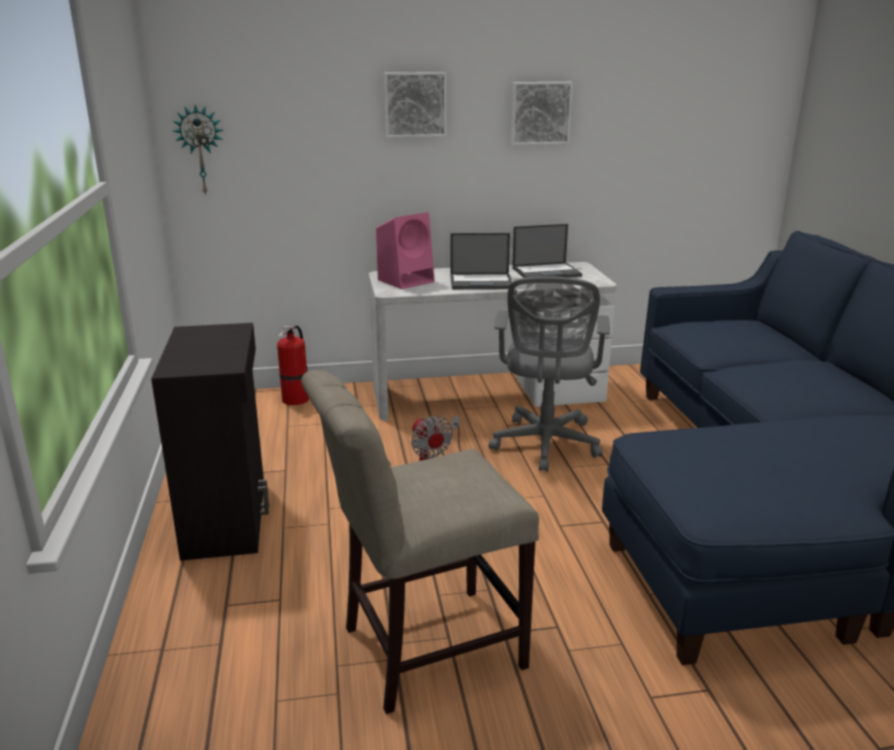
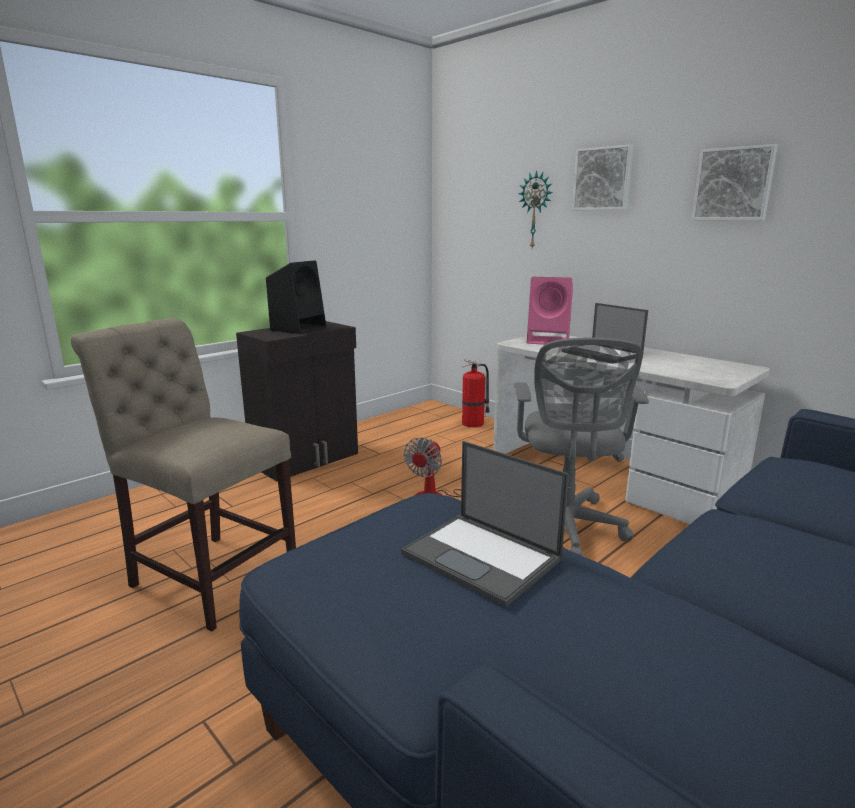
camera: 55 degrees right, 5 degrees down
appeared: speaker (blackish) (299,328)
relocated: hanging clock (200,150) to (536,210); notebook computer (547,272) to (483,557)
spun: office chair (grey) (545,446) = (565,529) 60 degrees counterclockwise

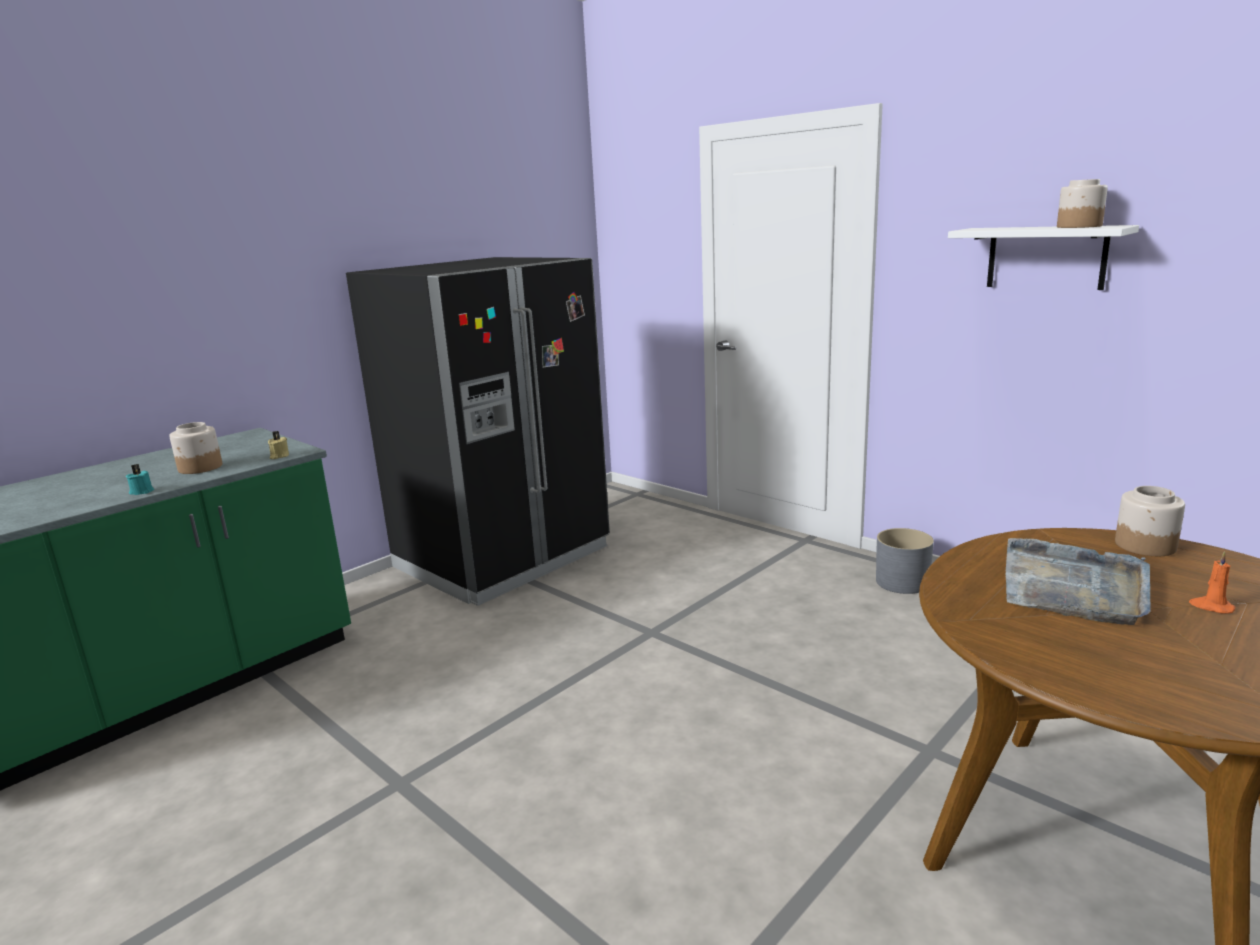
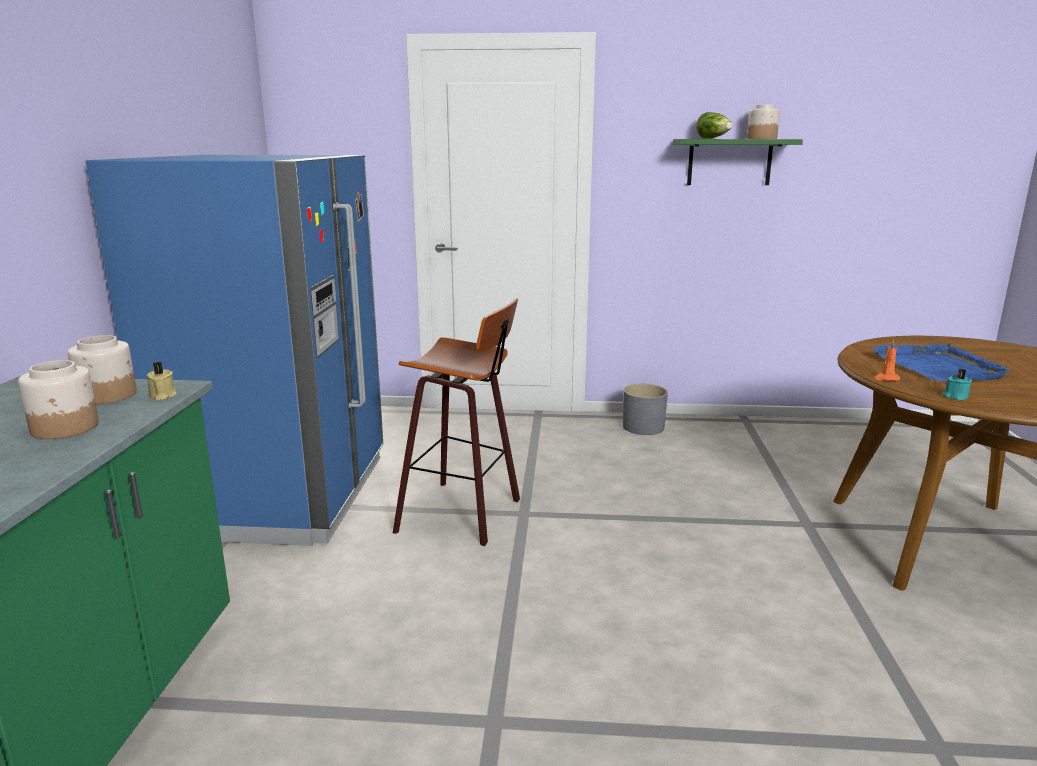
camera: 40 degrees left, 0 degrees up
appeared: lettuce (714,138); stool seat (464,514)
relocated: wax candle (blue-green) (142,491) to (955,396); storage jar (1146,545) to (108,395); wax candle (orange) (1211,606) to (885,378)
colour: shelf (whitish) (1046,257) to shelf (green) (729,162); refrigerator (blackish) (503,558) to refrigerator (bluish) (282,495); carrying tray (grey) (1073,586) to carrying tray (bluish) (938,367)

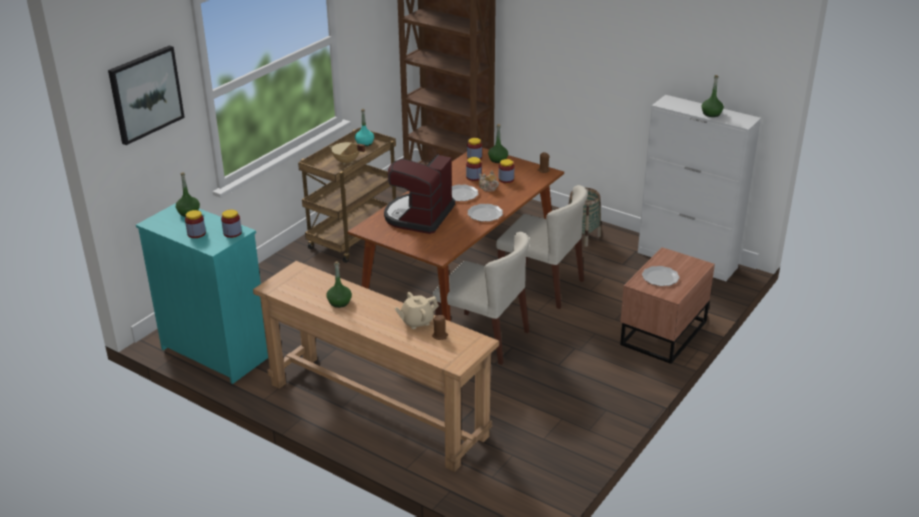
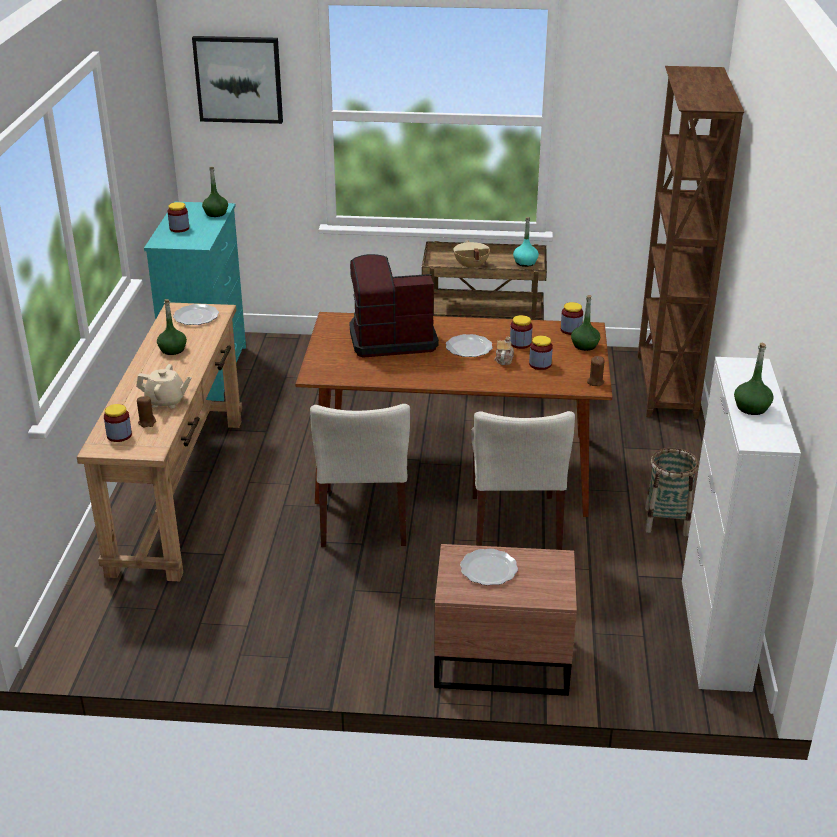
camera: 60 degrees right, 0 degrees up
relocated: dinner plate (485,214) to (195,317); storage jar (232,233) to (119,435)
spun: tea pot (sand-coloured) (416,321) = (166,401) 150 degrees clockwise

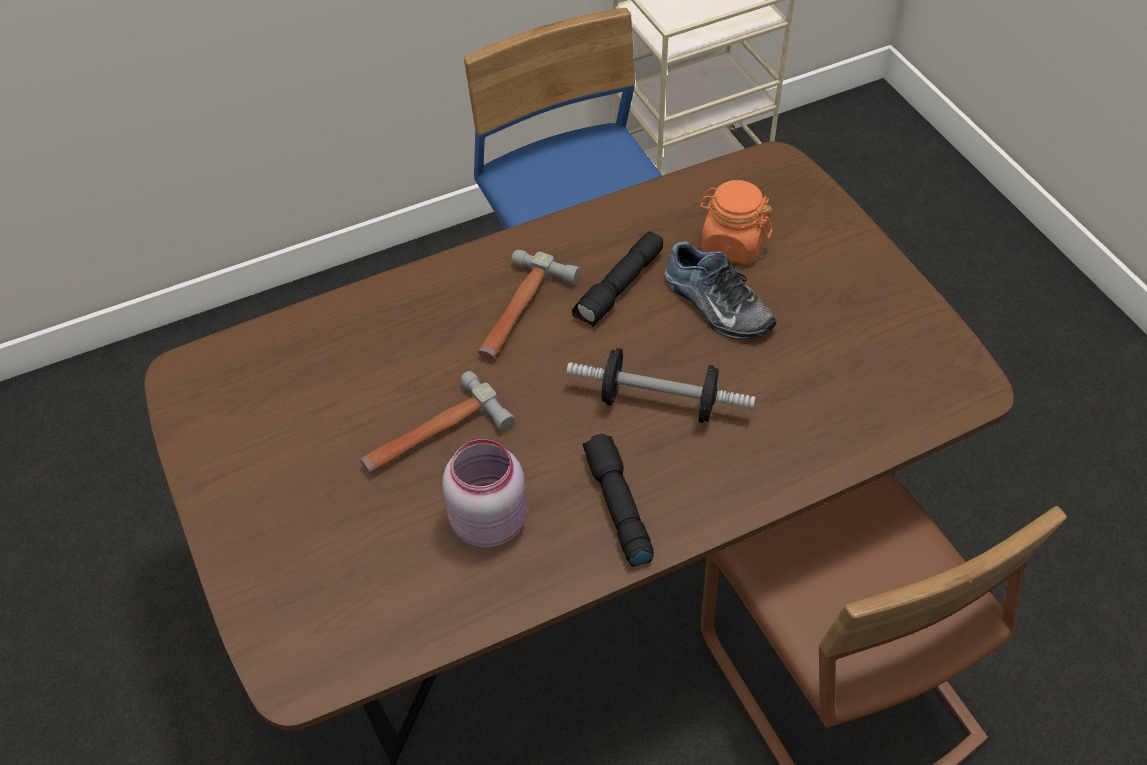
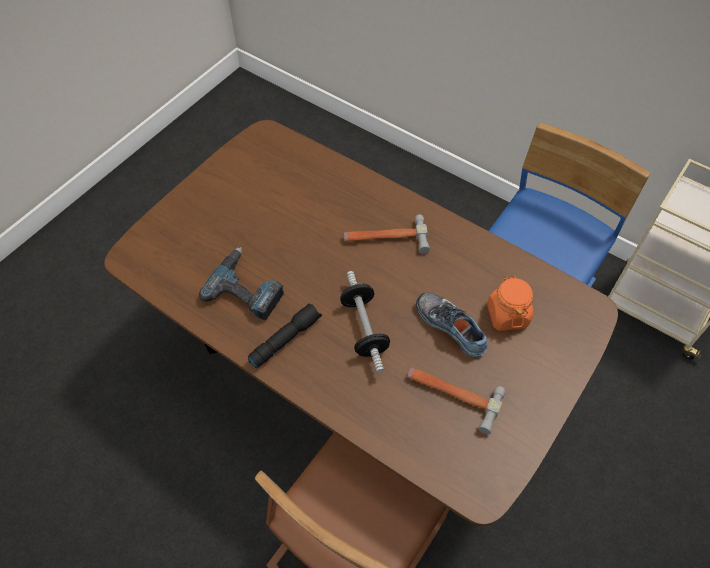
camera: 60 degrees right, 5 degrees up
missing: torch (blackish) (620,288)
relocated: tool hammer (432,436) to (452,394)
exchanged: storage jar (pinkish) (489,520) to electric drill (247,288)
spun: shoe (715,306) = (452,326) 120 degrees clockwise

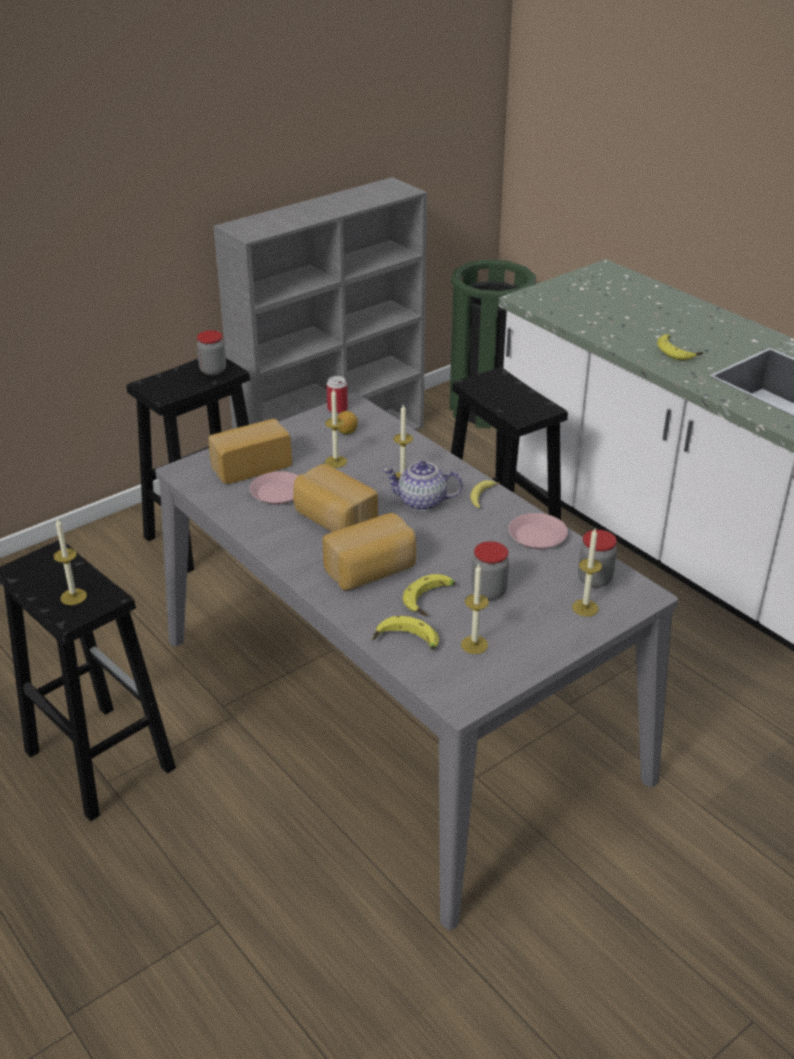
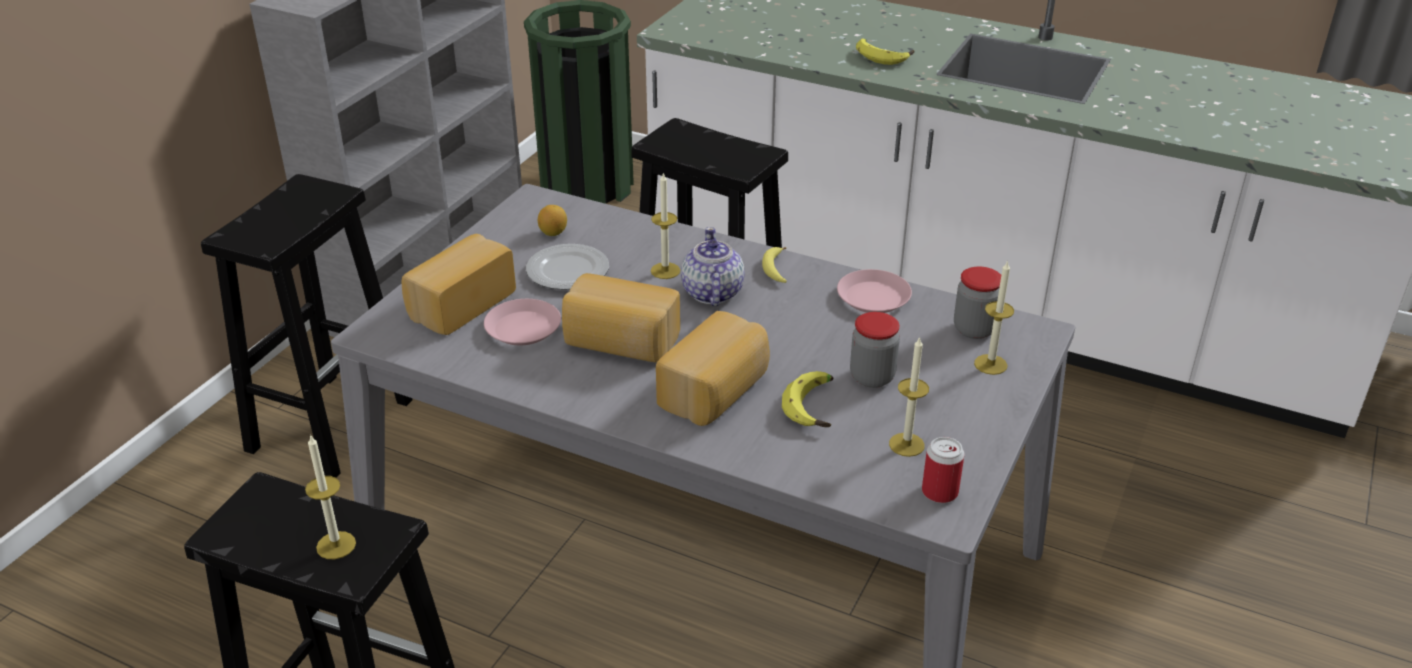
camera: 25 degrees left, 0 degrees up
missing: storage jar (213,370); banana (406,642)
relocated: sealed can (337,409) to (939,492)
exchanged: wax candle (336,461) to dinner plate (567,272)
spun: tea pot (422,502) = (711,293) 105 degrees clockwise

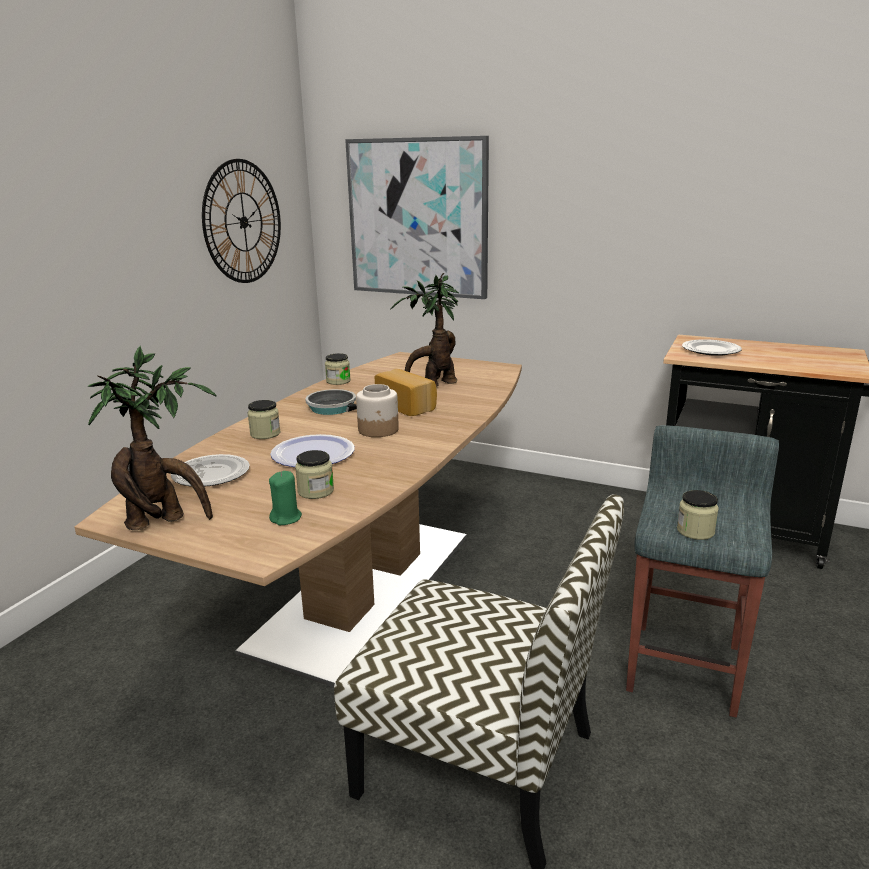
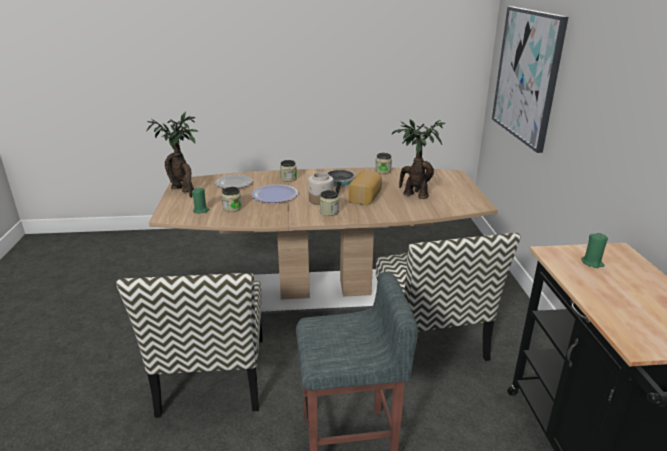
camera: 60 degrees right, 5 degrees up
missing: hanging clock (243,222)
appeared: plain chair (430,336)
relocated: storage jar (695,531) to (329,212)
exchanged: dinner plate (710,350) to wax candle (green) (592,263)

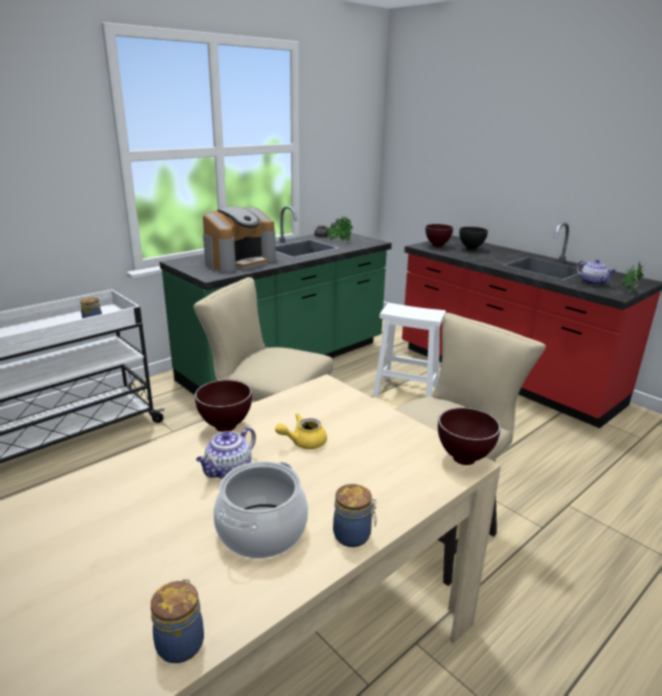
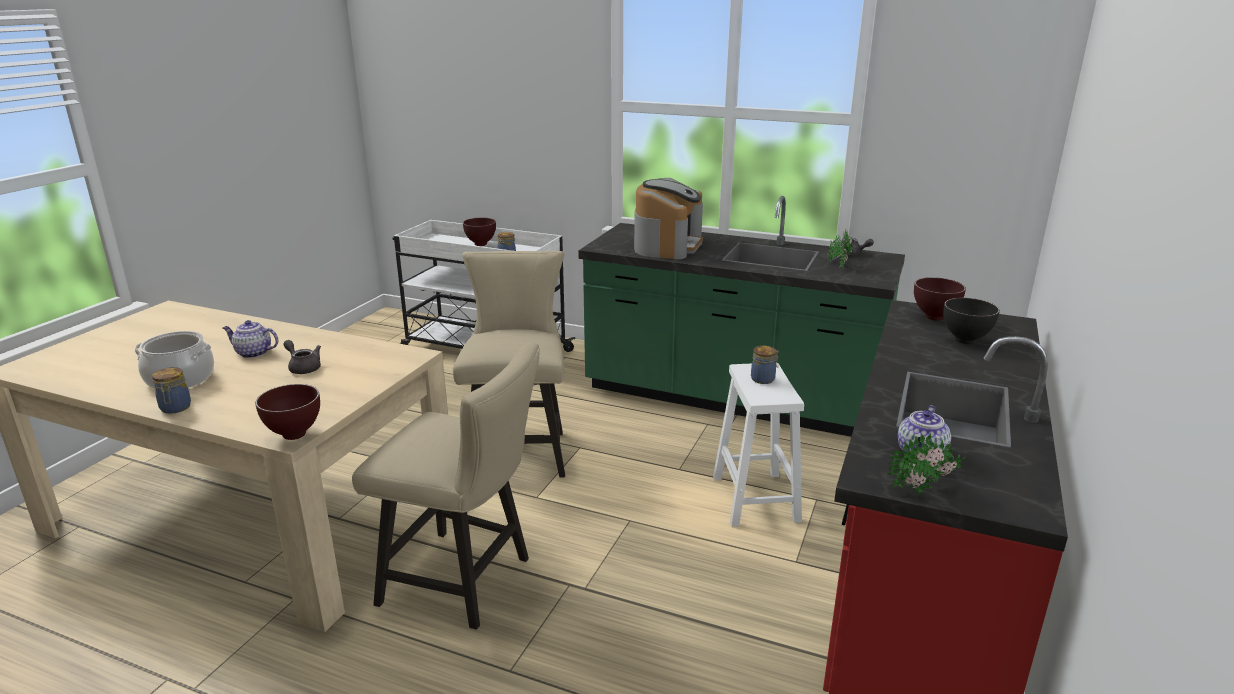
camera: 65 degrees right, 0 degrees up
relocated: deep dish (brown-coloured) (226,427) to (481,245); storage jar (181,642) to (764,379)
colour: tea pot (yellow-coloured) (303,442) to tea pot (grey) (303,367)
spun: coffee brewer (239,261) = (667,245) 90 degrees counterclockwise

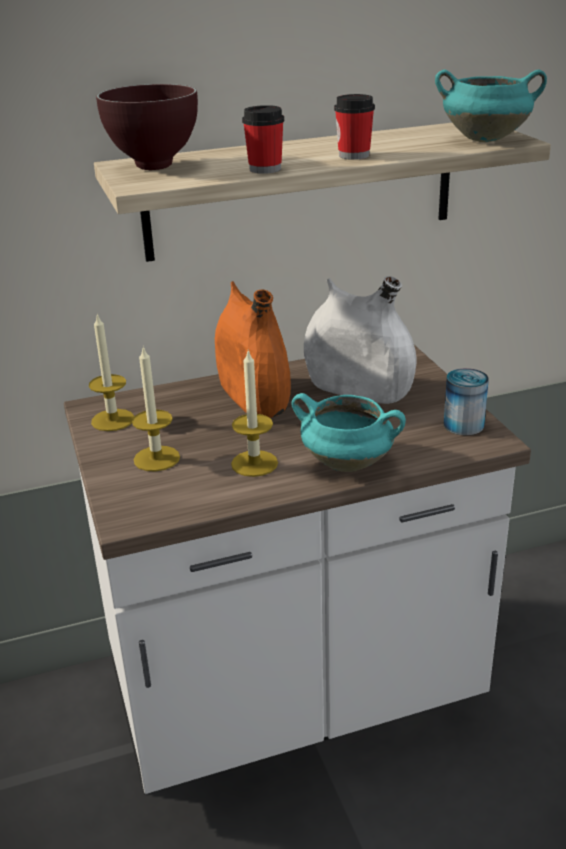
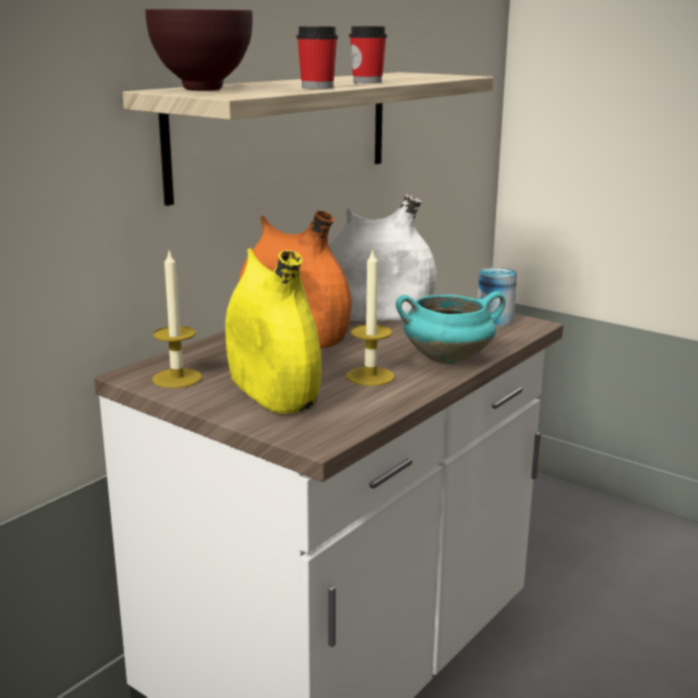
camera: 35 degrees left, 10 degrees down
missing: stockpot (blue-green) (486,139)
exchanged: wax candle (156,458) to flower vase (yellow-coloured) (272,393)

